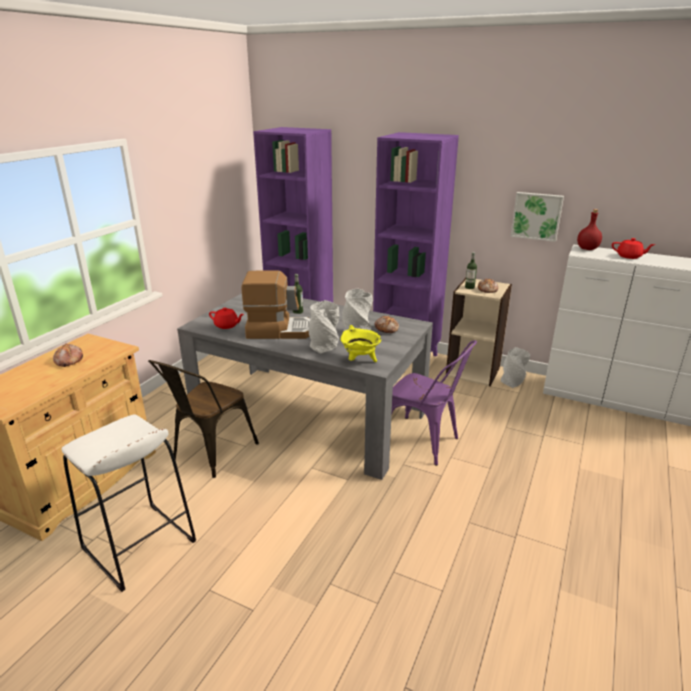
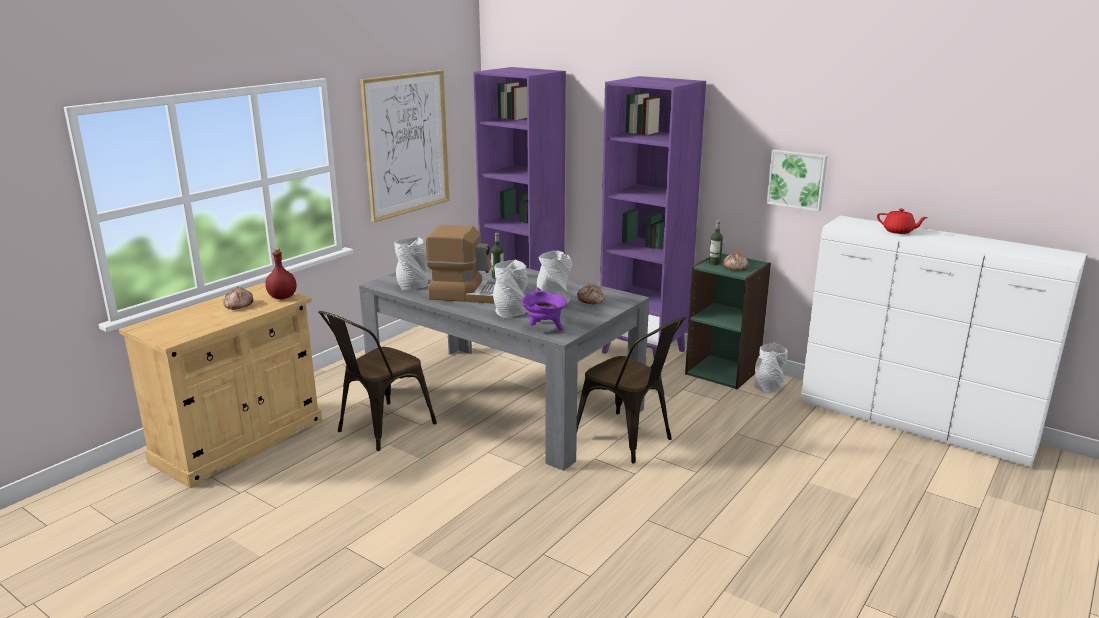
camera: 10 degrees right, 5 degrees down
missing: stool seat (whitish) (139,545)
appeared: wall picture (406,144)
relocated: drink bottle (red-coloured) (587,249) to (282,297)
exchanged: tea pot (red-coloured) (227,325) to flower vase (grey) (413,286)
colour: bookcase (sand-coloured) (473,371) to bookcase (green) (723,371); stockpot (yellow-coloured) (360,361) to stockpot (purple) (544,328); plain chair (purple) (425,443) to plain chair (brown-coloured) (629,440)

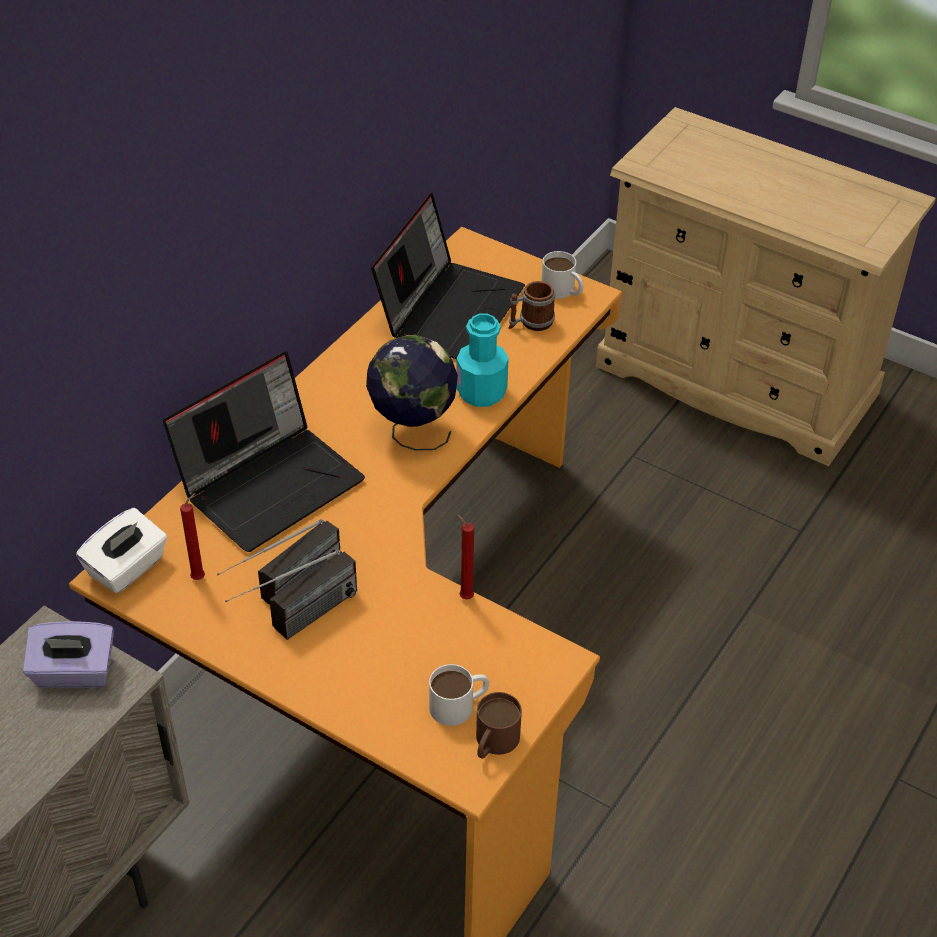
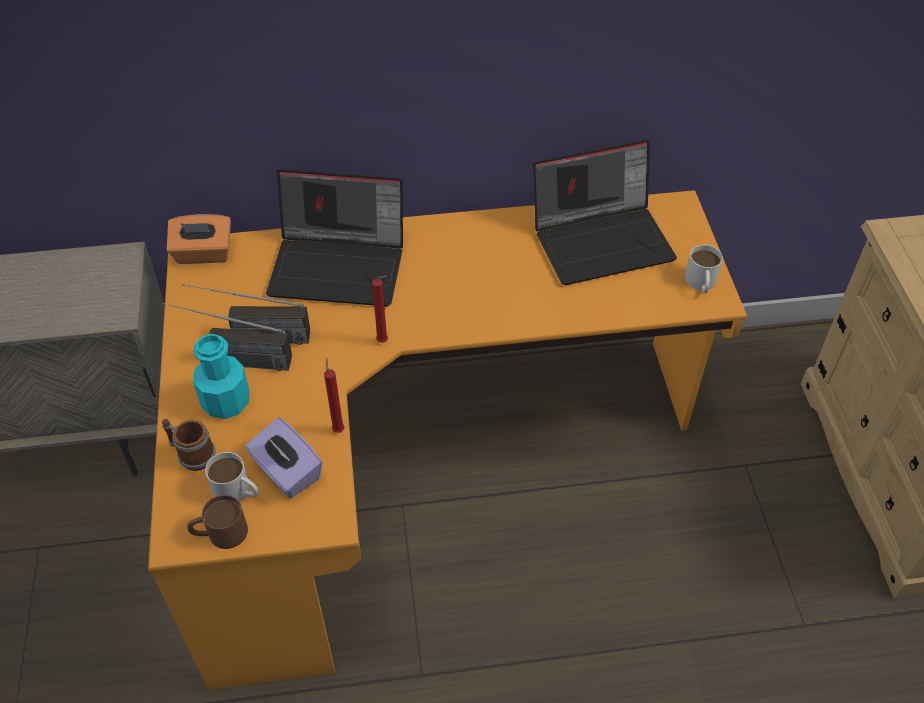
camera: 50 degrees right, 5 degrees up
missing: world globe (412,431)
relocated: tea mug (530,323) to (191,454); drink bottle (blue-green) (481,392) to (226,401); wax candle (red-coloured) (200,577) to (384,341); tissue holder (purple) (74,673) to (287,472)
colour: tissue holder (whitish) (127,568) to tissue holder (orange) (203,254)

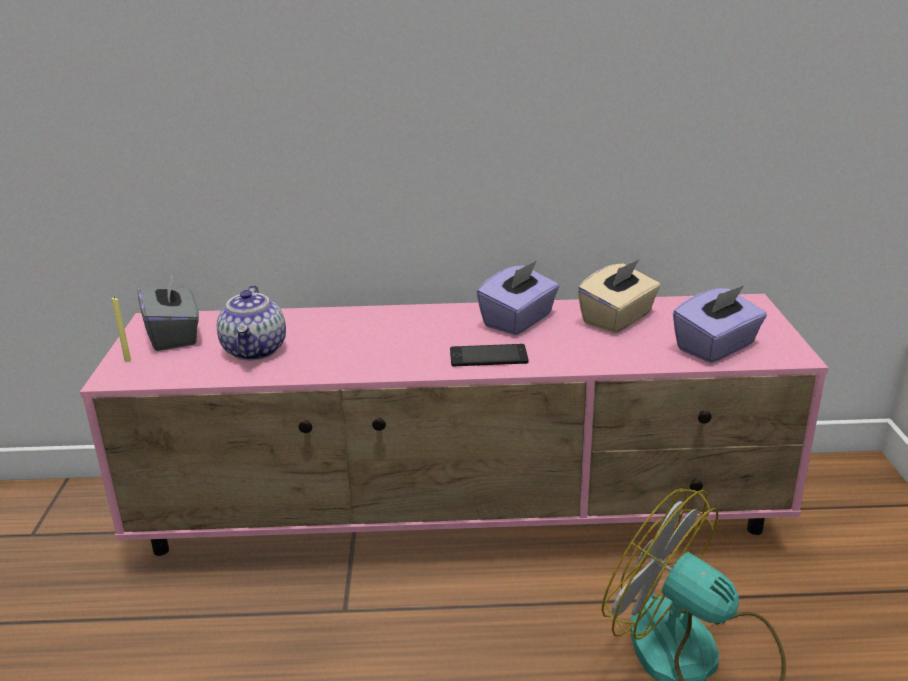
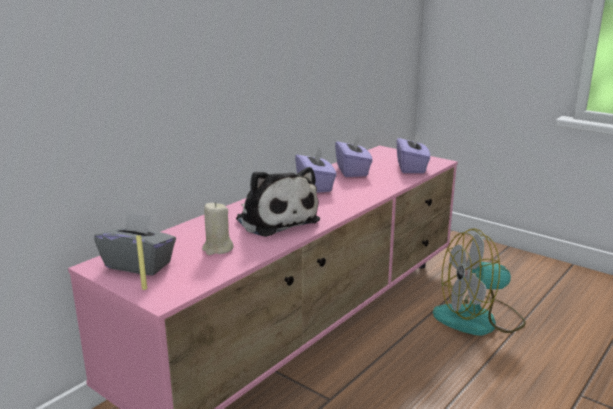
camera: 50 degrees left, 5 degrees down
missing: handset (488,356)
appeared: cuddly toy (275,219)
exchanged: tea pot (255,351) to wax candle (sand-coloured) (217,249)
colour: tissue holder (sand-coloured) (618,319) to tissue holder (purple) (353,171)

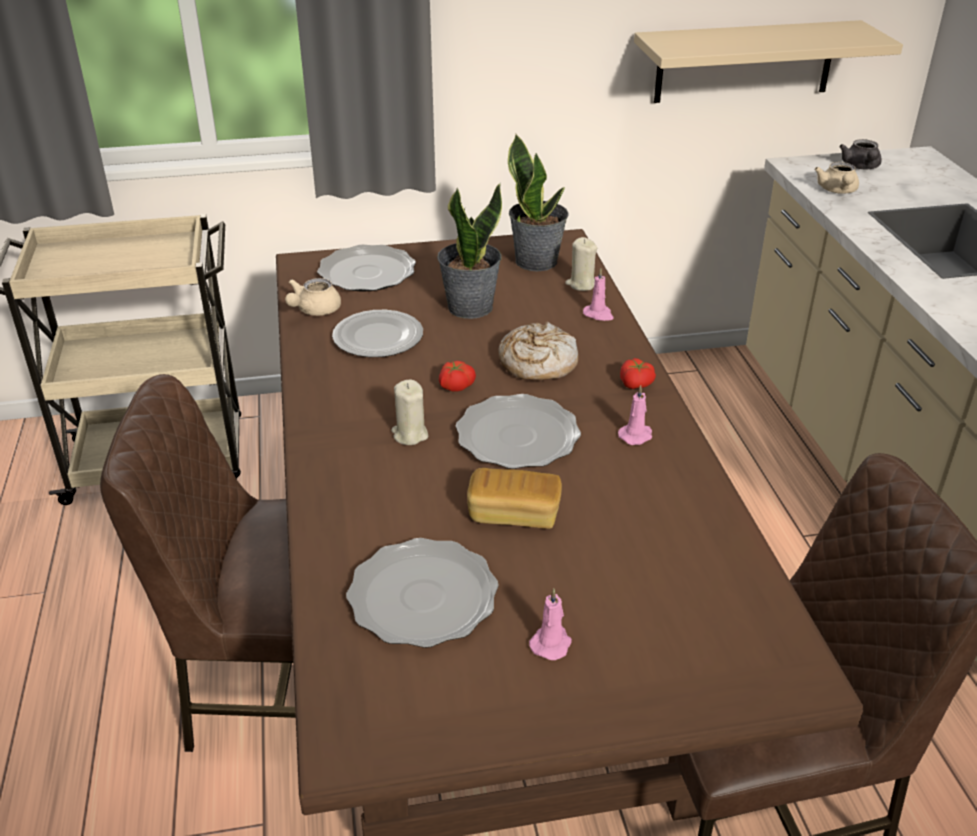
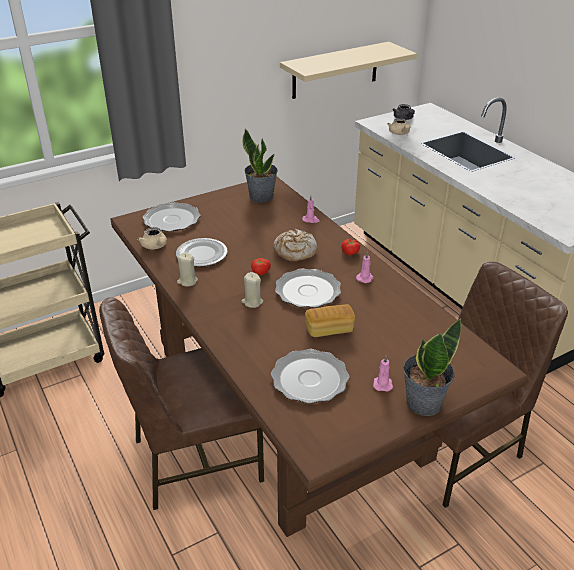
camera: 20 degrees left, 0 degrees up
relocated: plant in a pot (469,307) to (423,402); wax candle (sand-coloured) (581,284) to (187,281)
spun: tea pot (sand-coloured) (313,310) = (155,246) 45 degrees counterclockwise

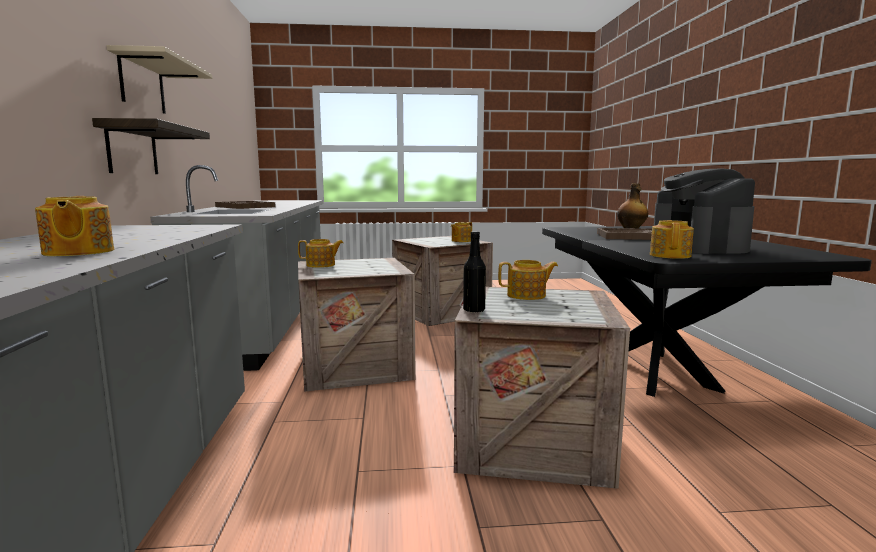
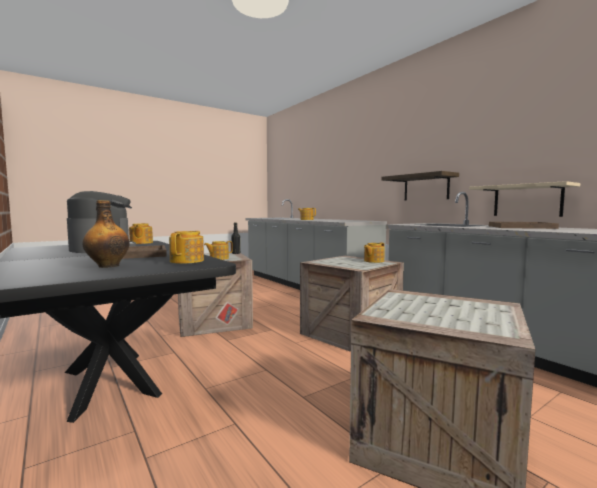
camera: 150 degrees right, 5 degrees down
relocated: shelf (sand-coloured) (142,84) to (527,201); tea pot (461,241) to (188,261)

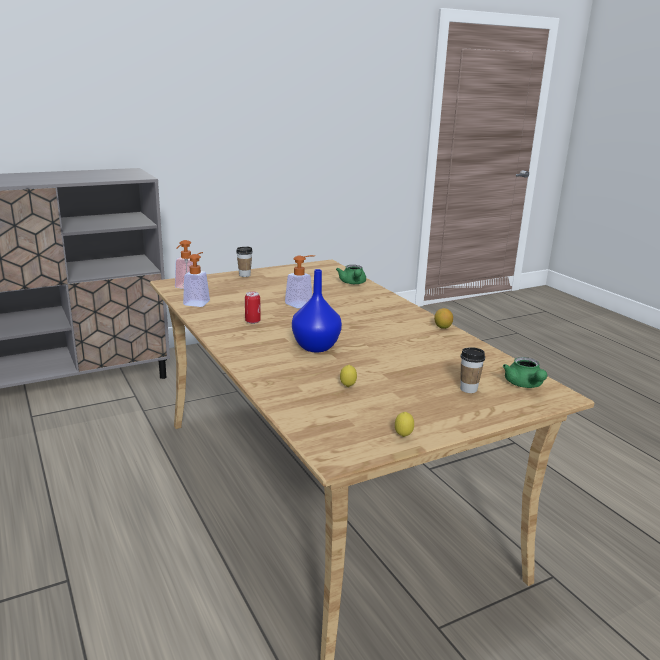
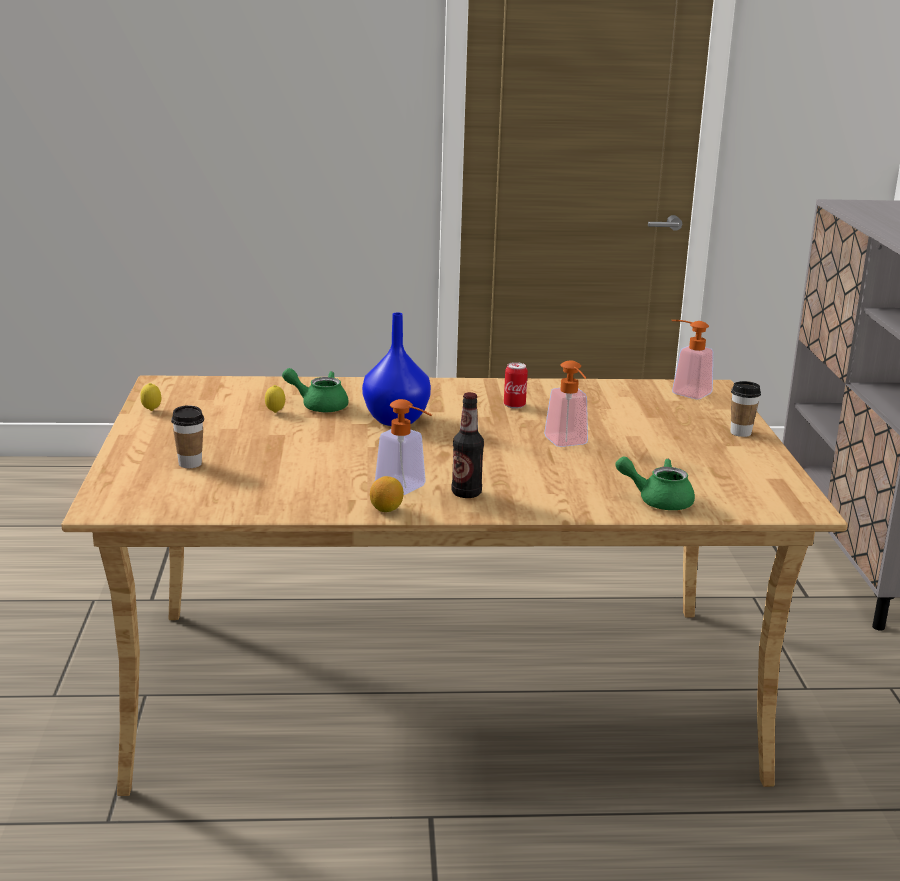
camera: 115 degrees right, 0 degrees up
appeared: drink bottle (466,493)
relocated: liquid soap bottle (198,302) to (407,489); tea pot (green) (524,385) to (319,405)

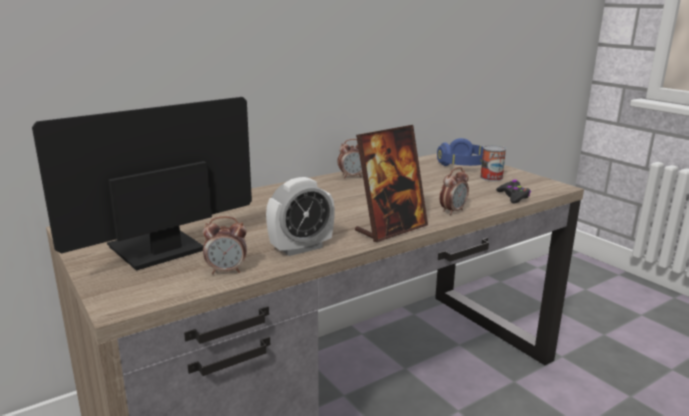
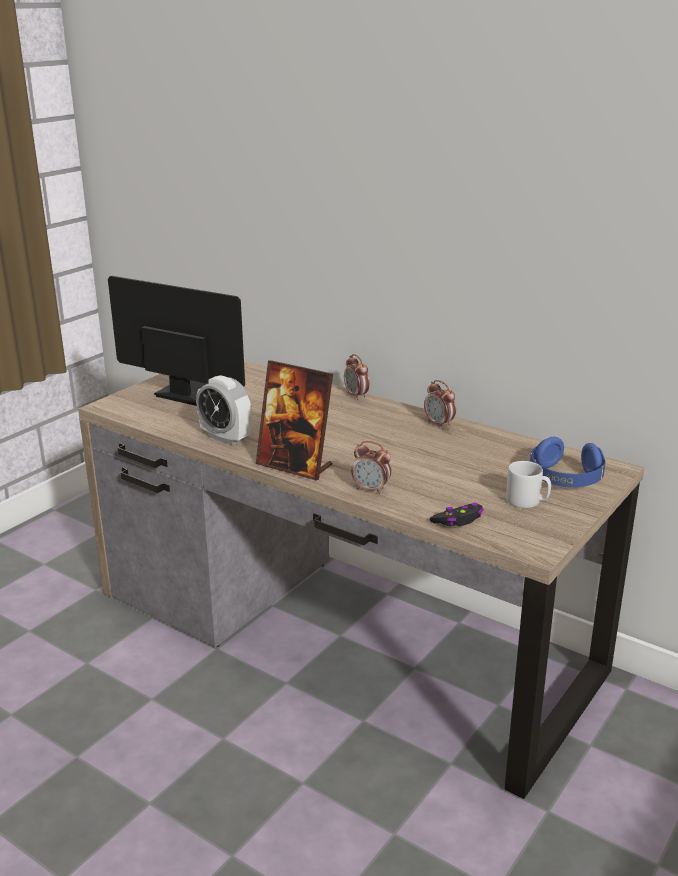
camera: 70 degrees right, 5 degrees up
relocated: alarm clock (227,271) to (356,396)
exchanged: sealed can (491,177) to tea mug (grey) (527,501)

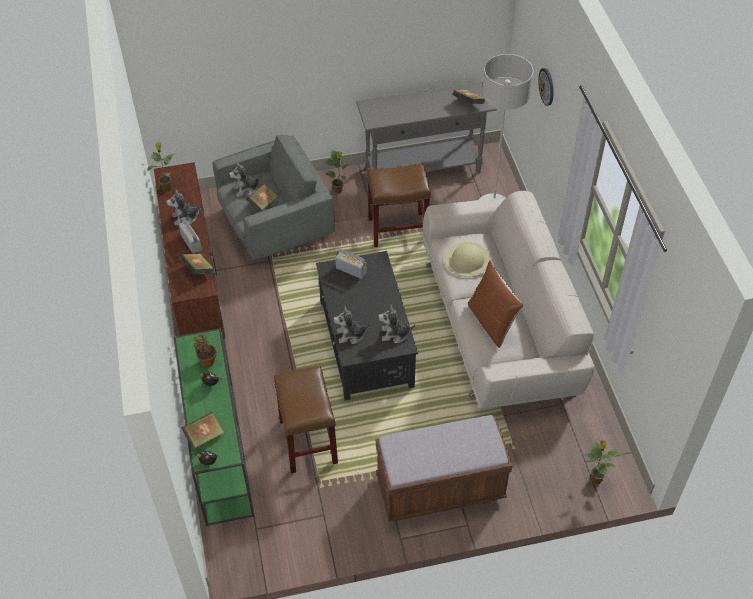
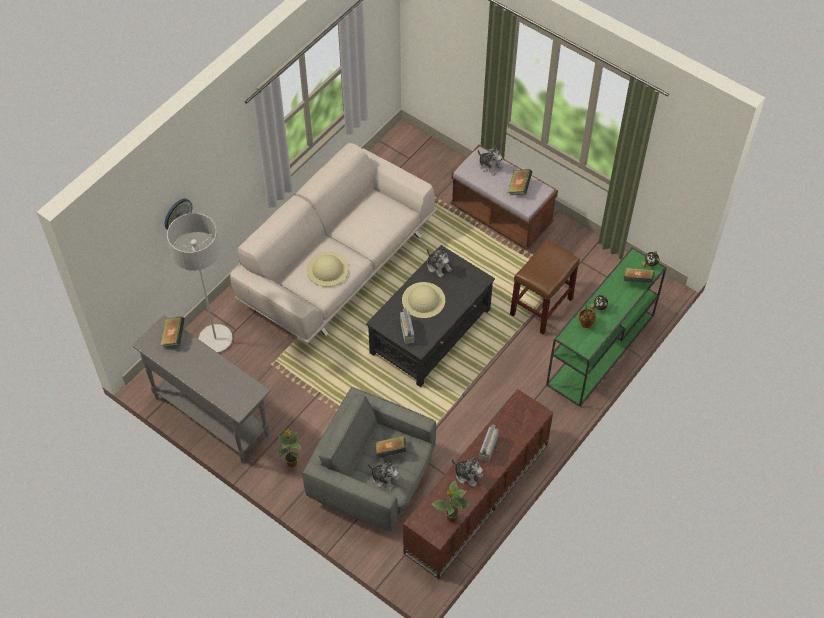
camera: 130 degrees left, 5 degrees up
missing: stool seat (brown-coloured) (398,229); pillow (brown-coloured) (491,322); plant in a pot (595,479)
appeared: wearable hat (sand-coloured) (423,300)
relocated: book (198,270) to (519,187); cuddly toy (351,335) to (490,166)

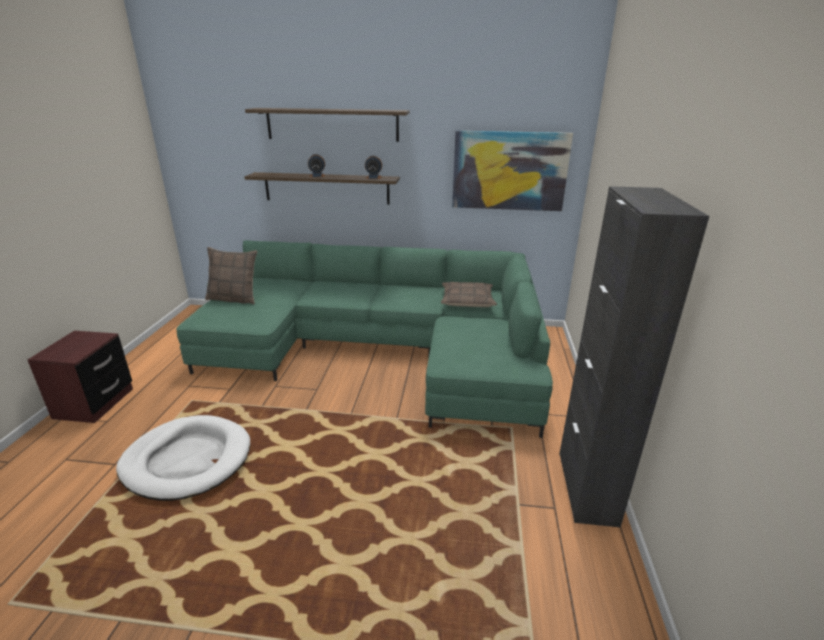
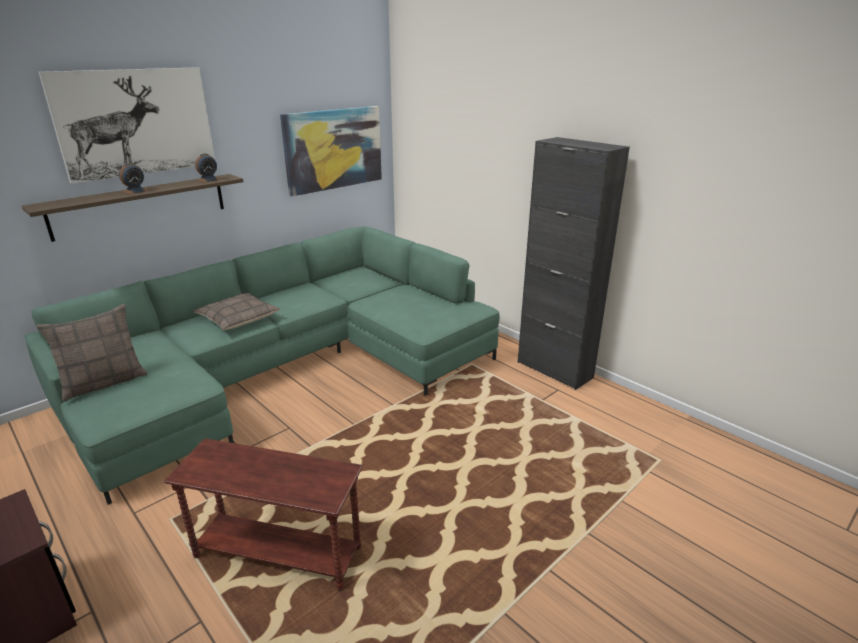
camera: 50 degrees left, 0 degrees up
relocated: pillow (467,300) to (238,318)
exchanged: shelf (332,124) to wall picture (136,122); dog cushion (whitish) (187,460) to side table (brown-coloured) (278,554)

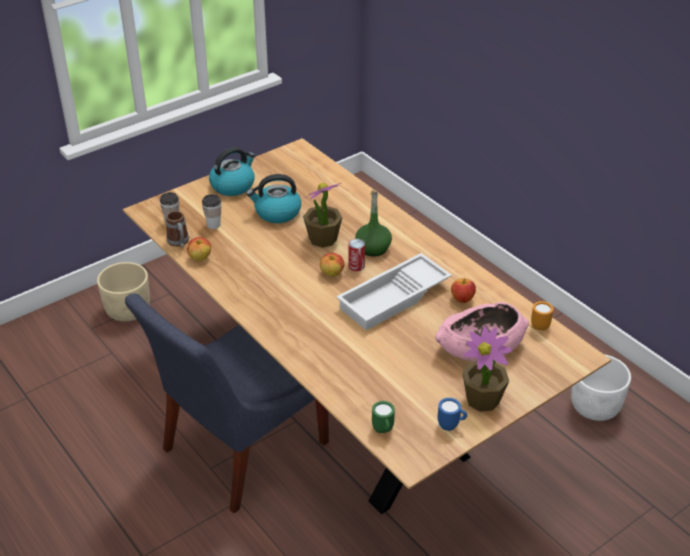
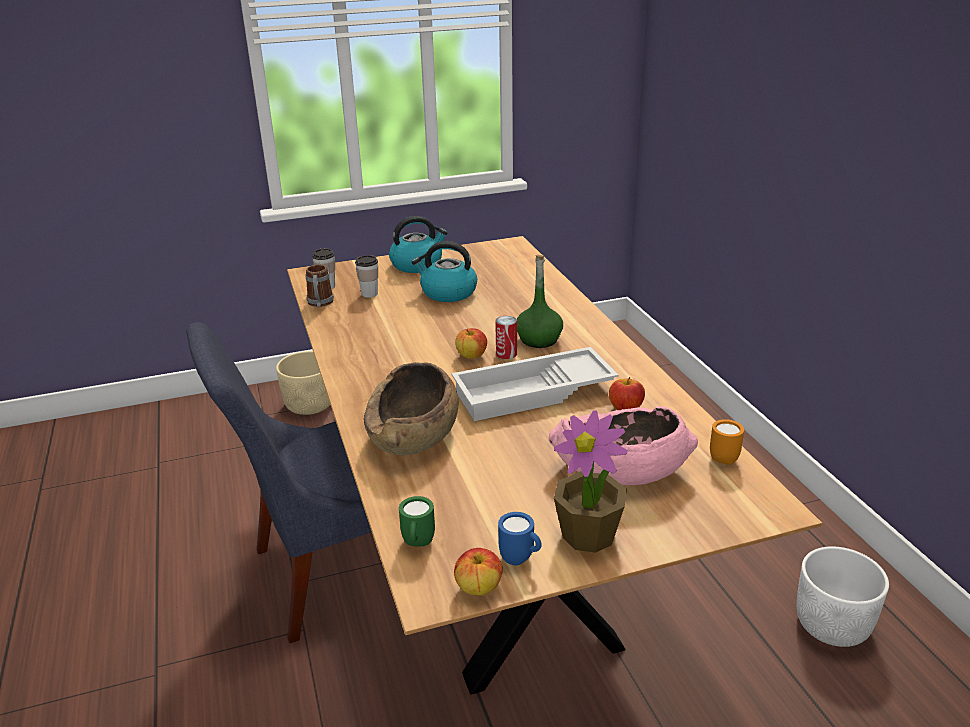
camera: 20 degrees right, 10 degrees down
missing: plant in a pot (322,239)
appeared: deep dish (brown-coloured) (414,435)
relocated: apple fruit (200,257) to (479,588)

